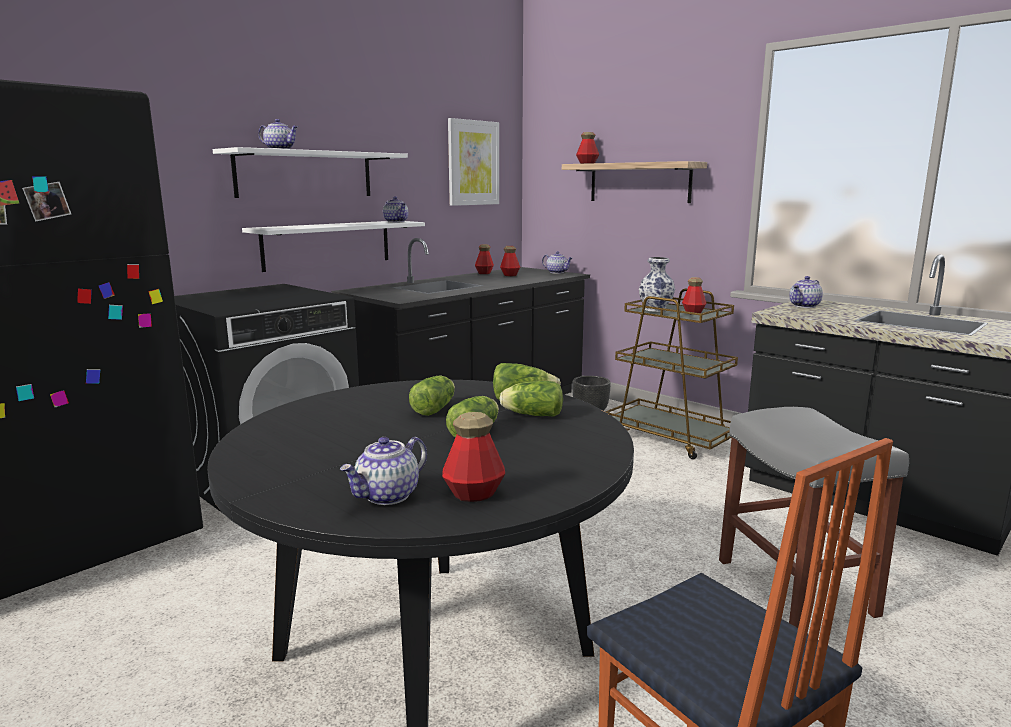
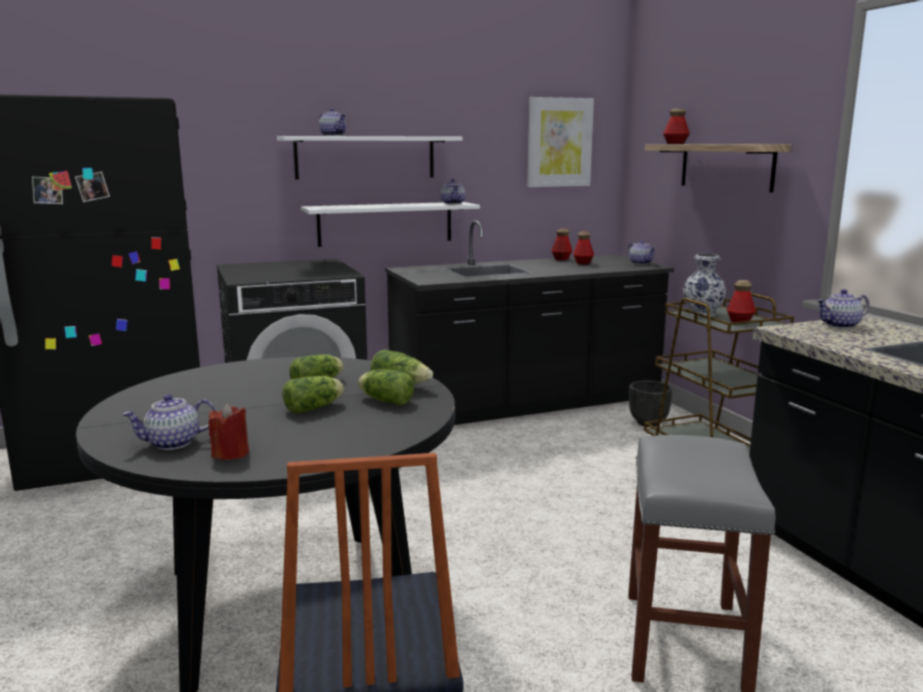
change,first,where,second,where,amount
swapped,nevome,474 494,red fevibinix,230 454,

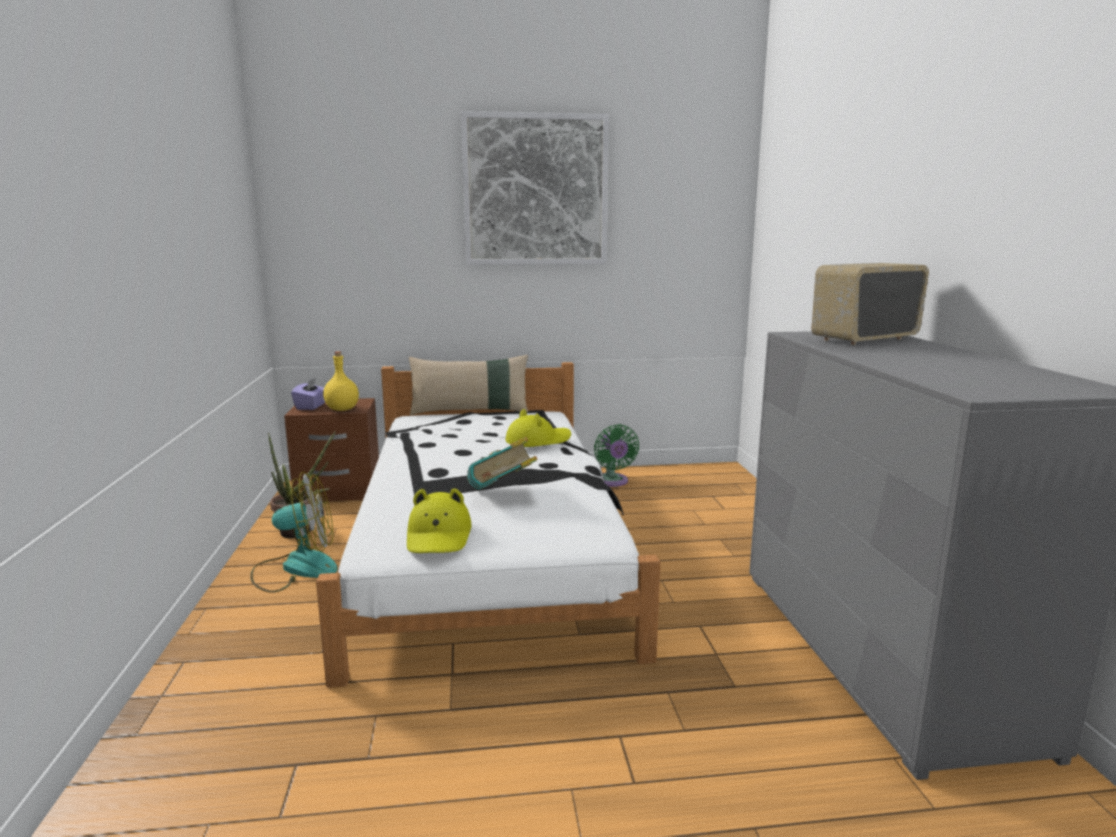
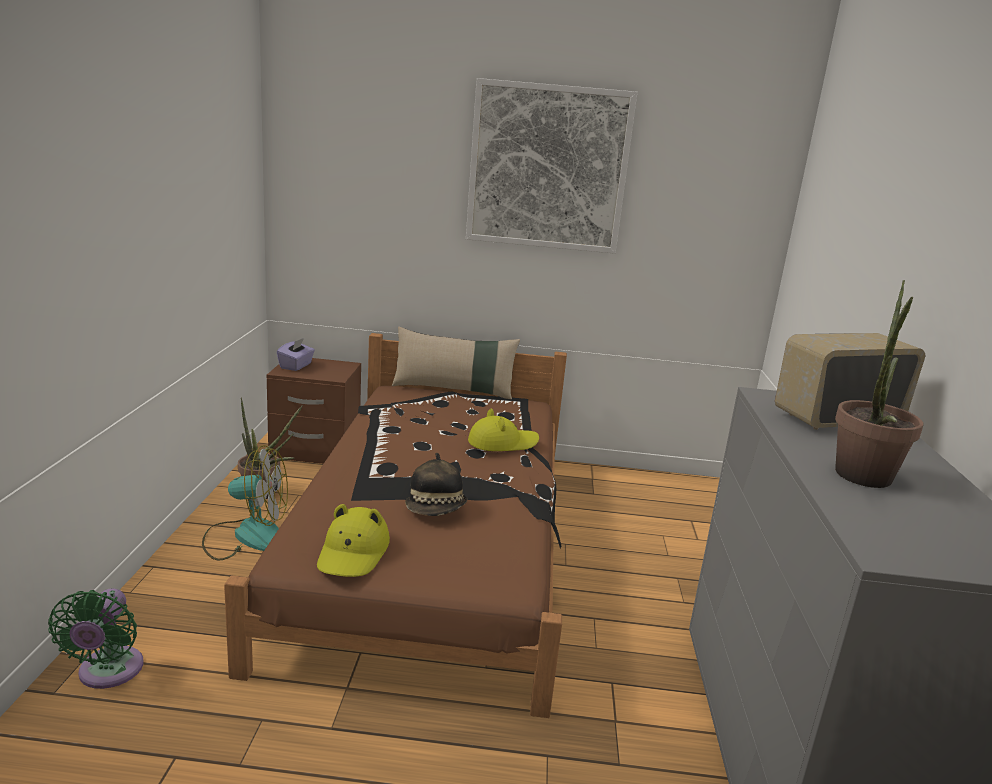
change,first,where,second,where,amount
shifted,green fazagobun,612 482,,108 673,
repainted,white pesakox,486 546,brown pesakox,433 542,
swapped,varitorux,502 495,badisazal,436 510,
new,,,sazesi,861 480,
gone,yellow nevome,343 409,,,

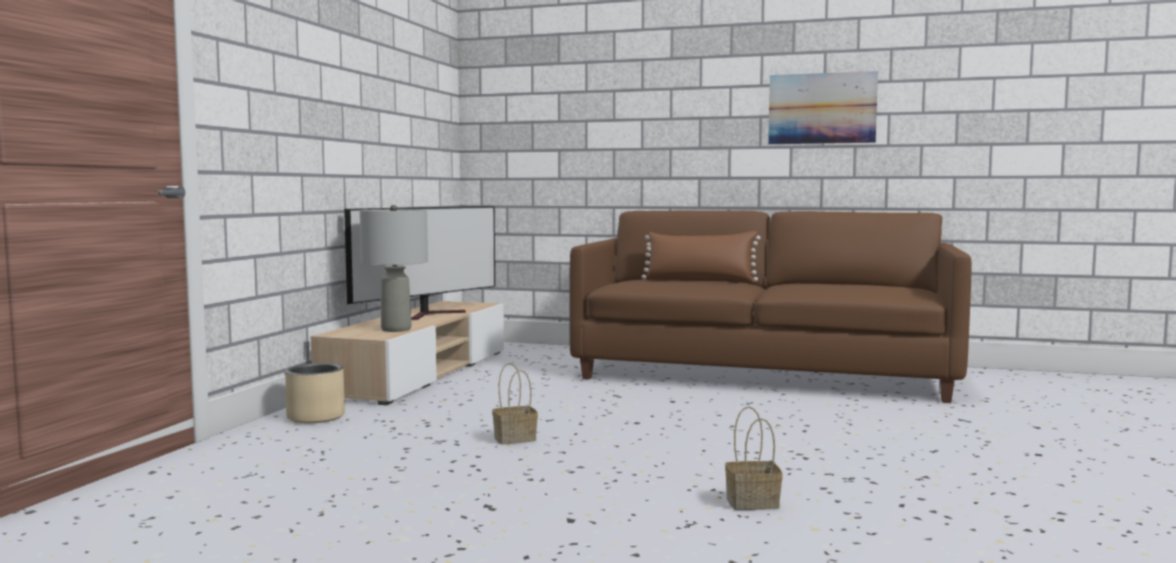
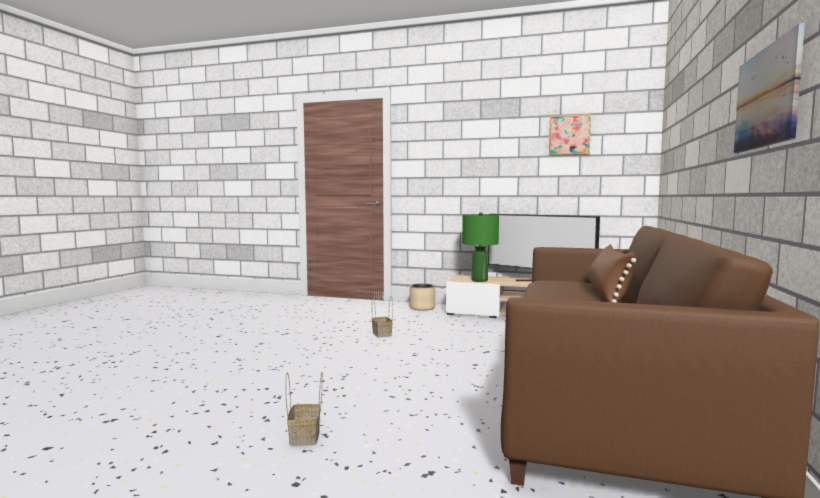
change,first,where,second,where,amount
shifted,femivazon,754 502,,305 437,
repainted,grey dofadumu,396 329,green dofadumu,479 280,
new,,,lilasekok,569 135,

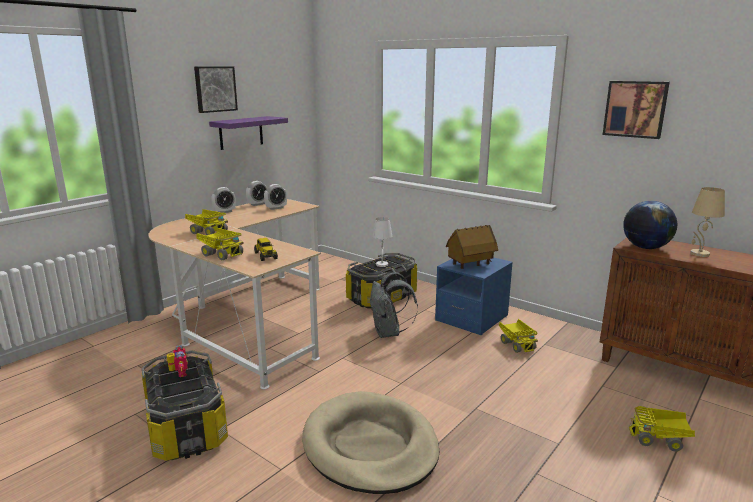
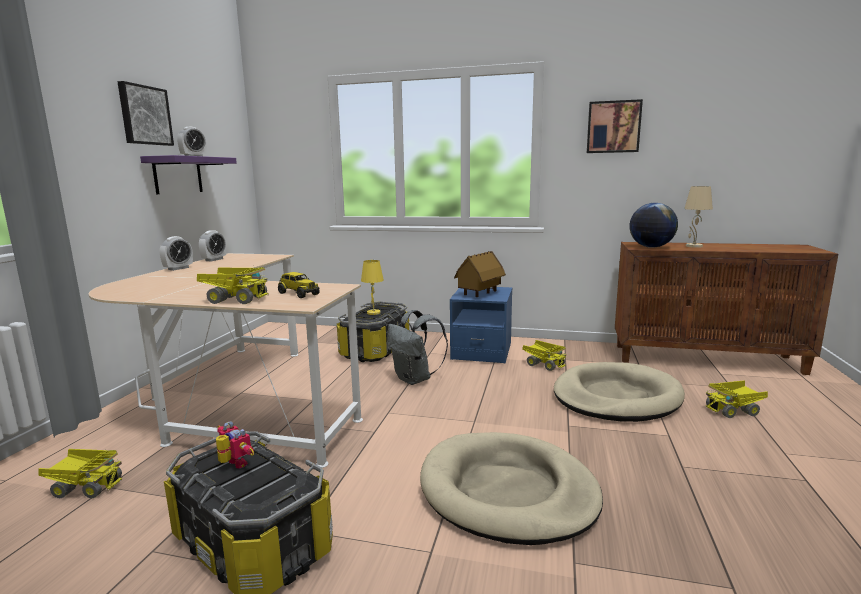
change,first,where,second,where,amount
shifted,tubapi,208 232,,86 486,
shifted,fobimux,276 208,,193 157,
repainted,white dofadumu,381 264,yellow dofadumu,373 313,
new,,,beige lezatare,616 397,

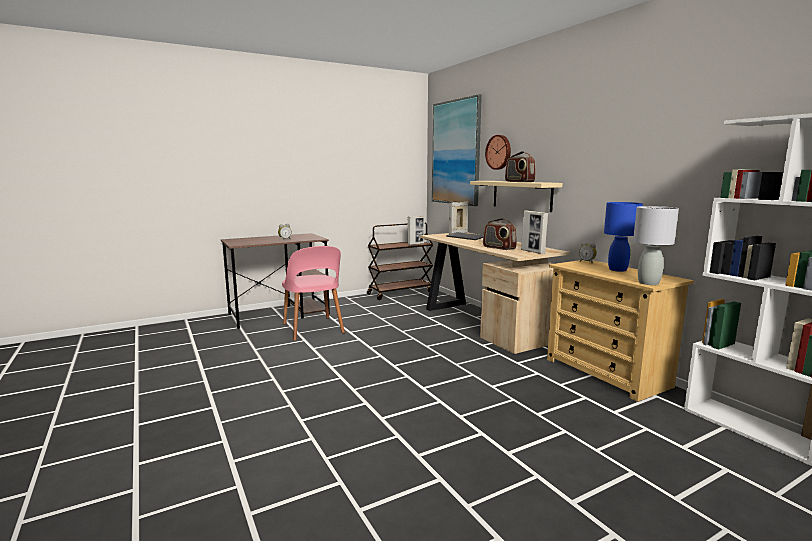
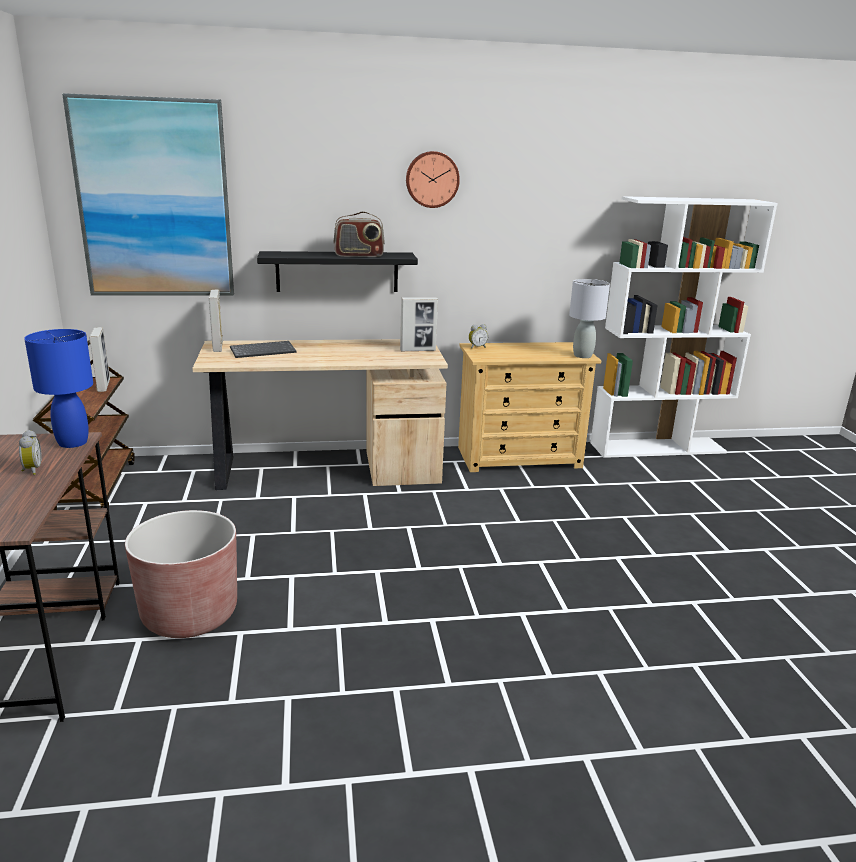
change,first,where,second,where,amount
shifted,blue dofadumu,618 270,,73 443,
swapped,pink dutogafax,313 329,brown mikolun,190 614,
repainted,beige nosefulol,521 195,black nosefulol,337 271,
shifted,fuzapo,499 152,,432 179,
gone,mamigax,499 248,,,

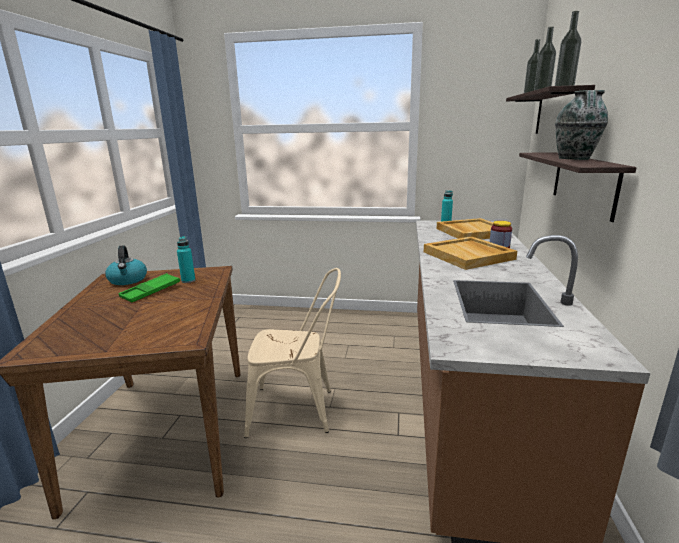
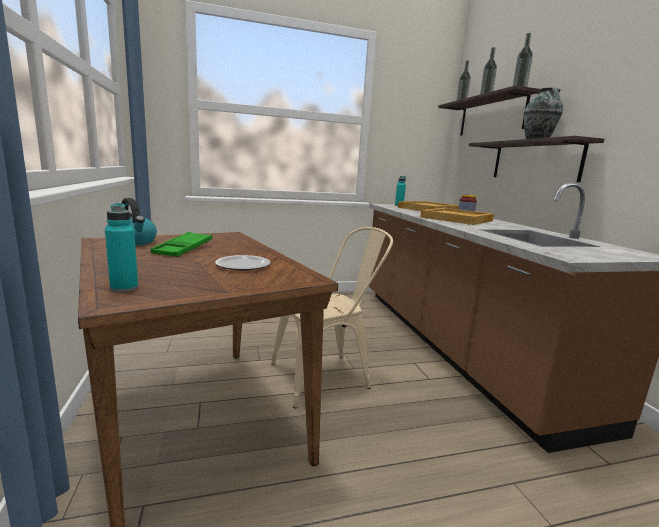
change,first,where,second,where,amount
shifted,turquoise nevome,188 280,,124 288,
new,,,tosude,243 265,

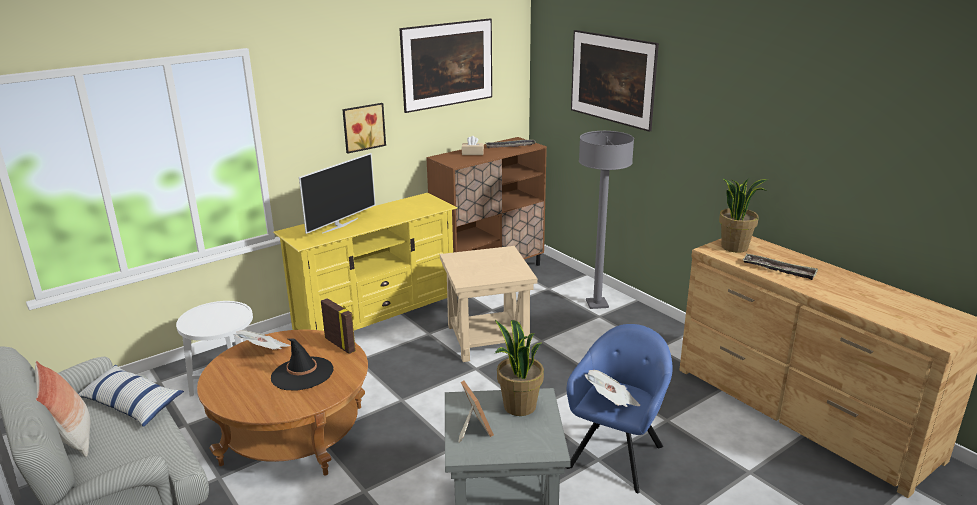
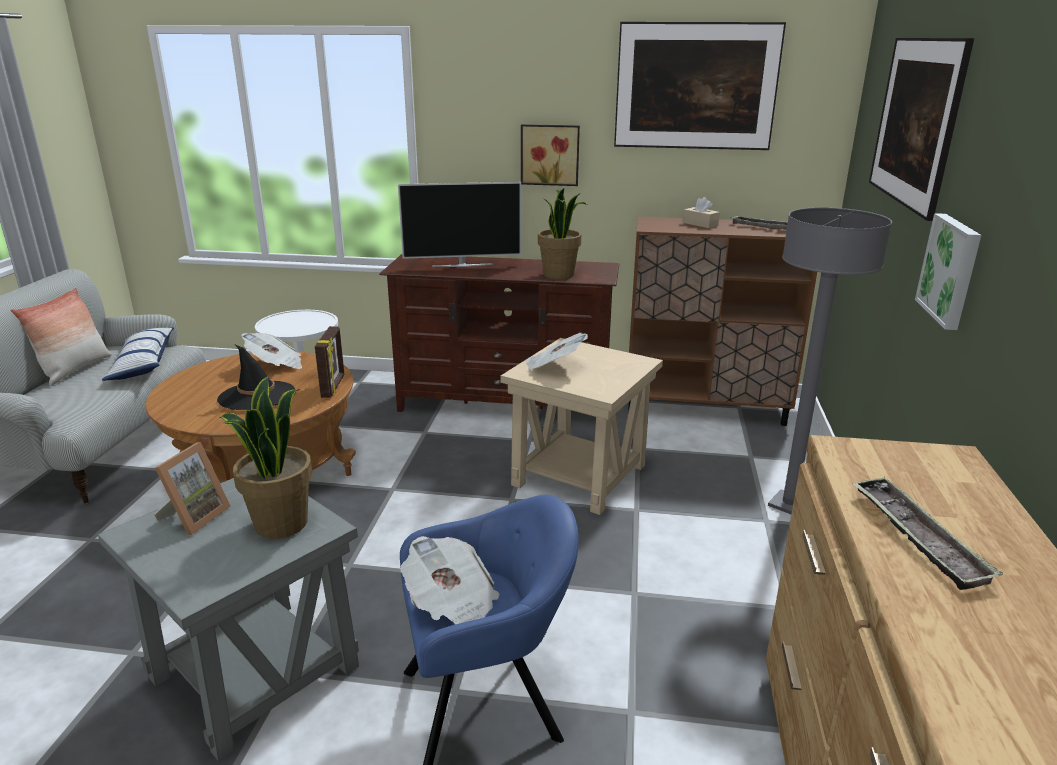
change,first,where,second,where,amount
repainted,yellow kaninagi,377 321,brown kaninagi,504 405,
new,,,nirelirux,554 367,
shifted,sazesi,735 247,,559 275,
new,,,lilasekok,951 270,

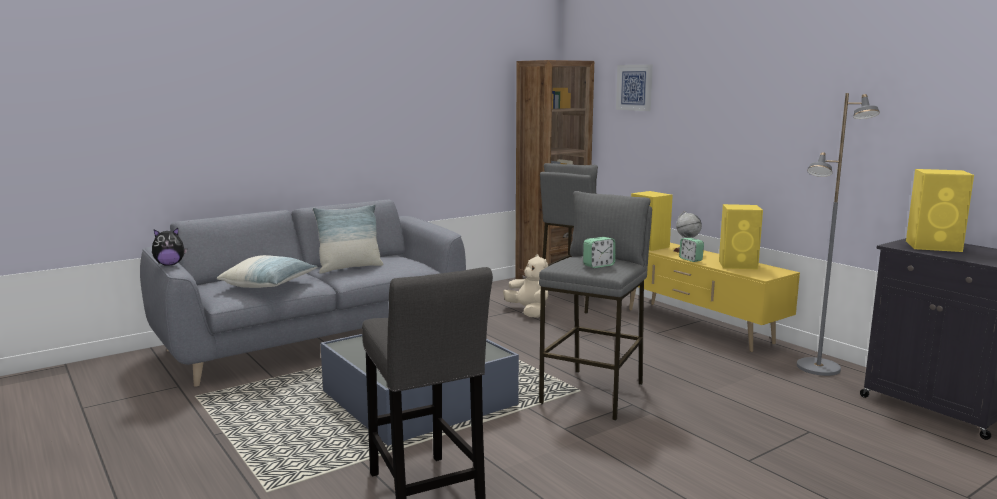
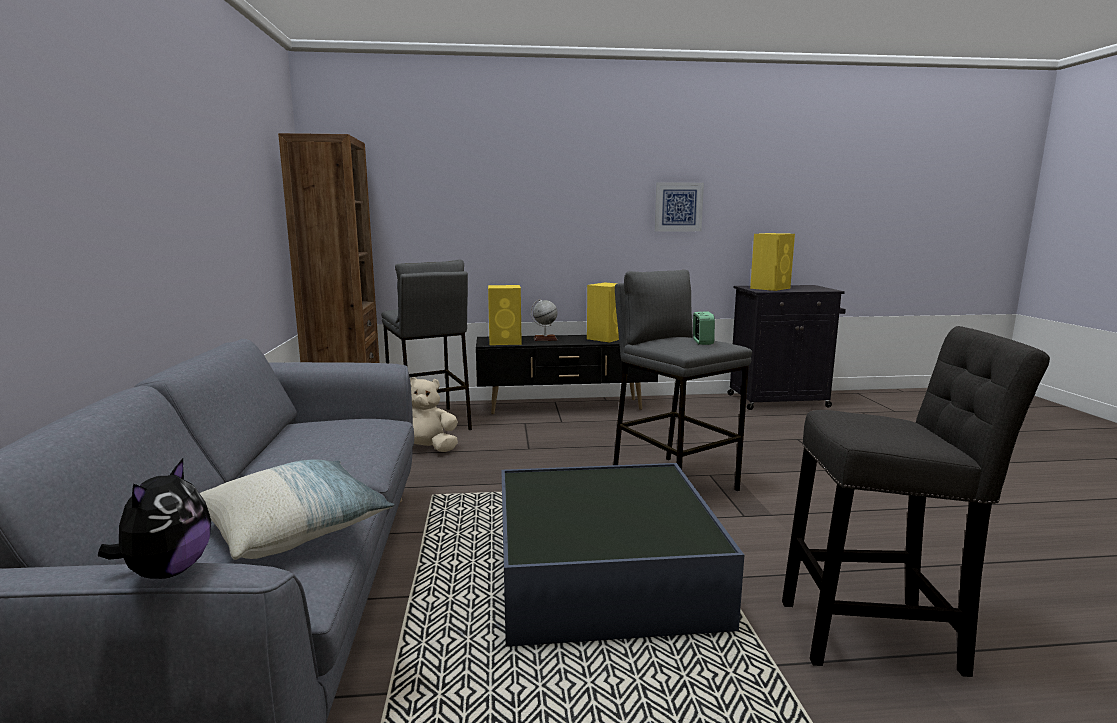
change,first,where,second,where,amount
repainted,yellow kaninagi,696 326,black kaninagi,566 407,
shifted,lilasekok,634 87,,678 207,
gone,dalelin,350 268,,,
gone,fobimux,690 259,,,
gone,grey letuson,818 368,,,

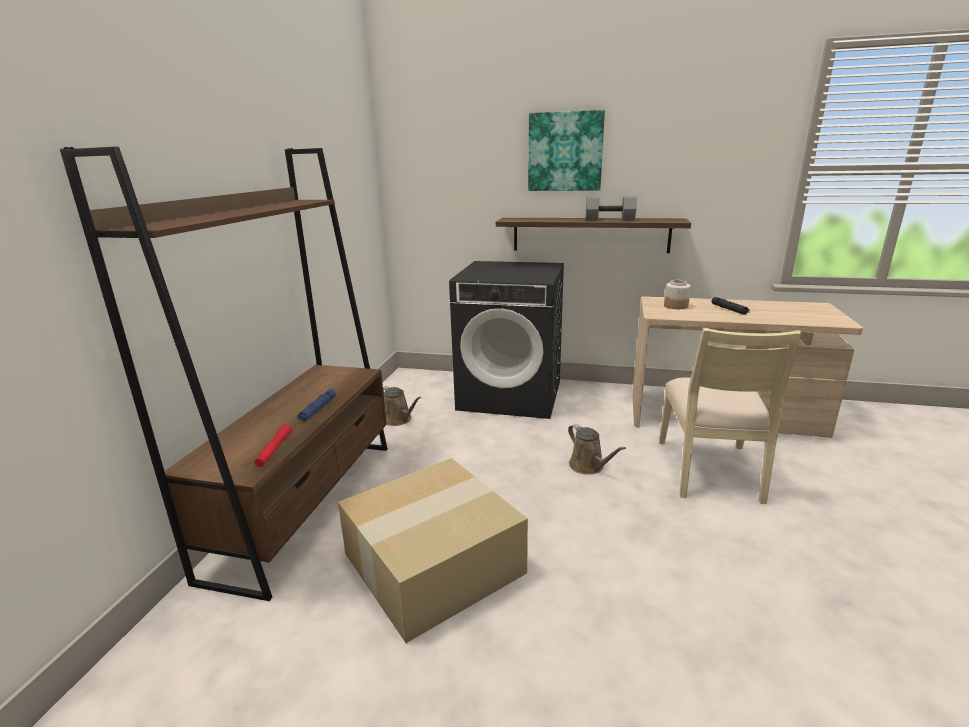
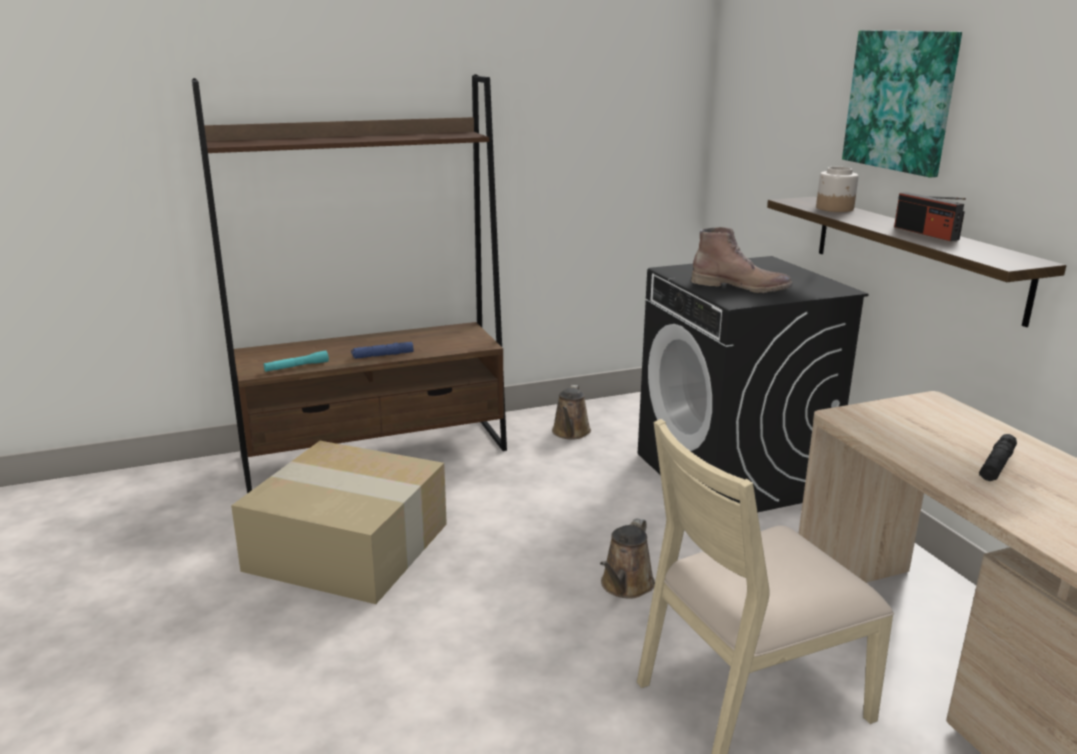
change,first,where,second,where,amount
repainted,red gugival,274 450,turquoise gugival,296 367,
new,,,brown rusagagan,741 287,
shifted,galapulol,676 306,,835 208,
swapped,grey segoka,610 219,mamigax,925 233,

